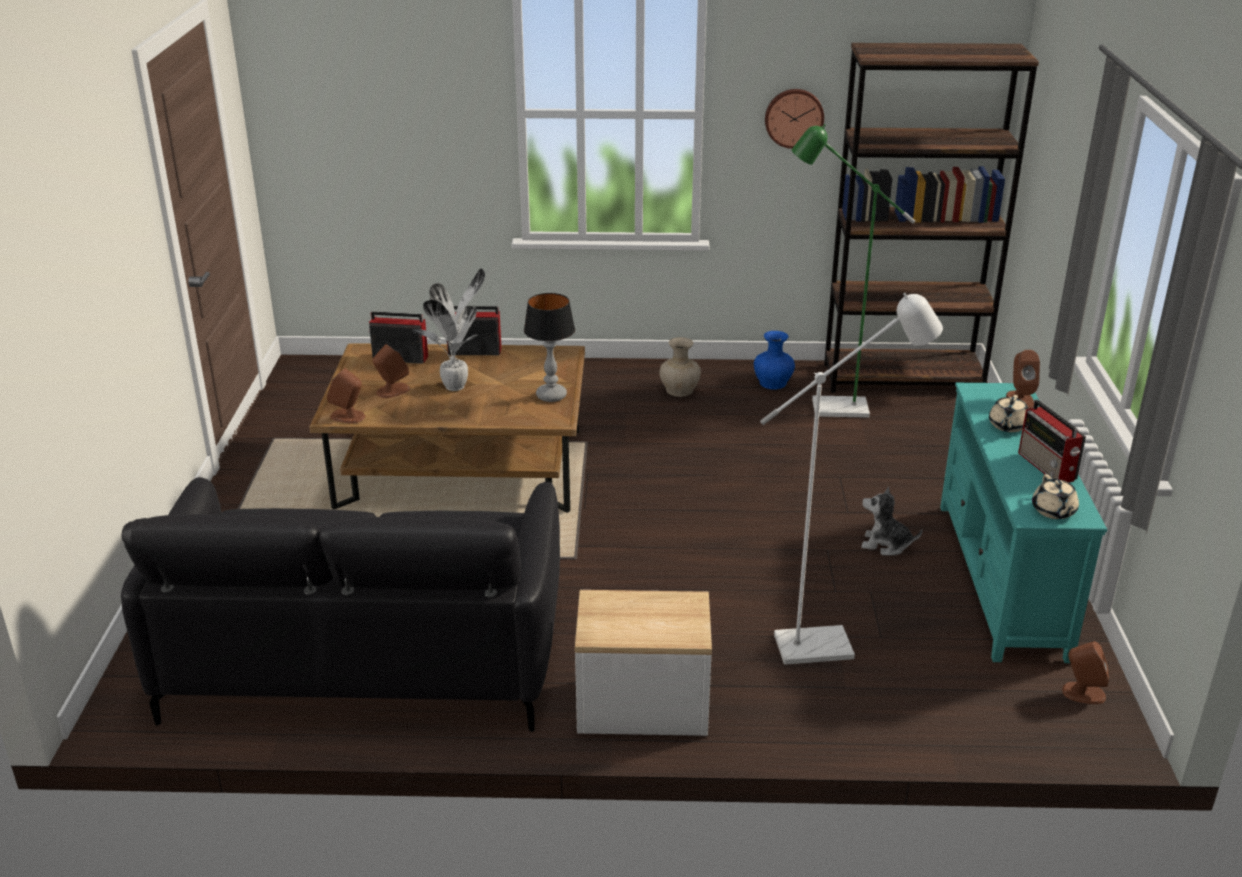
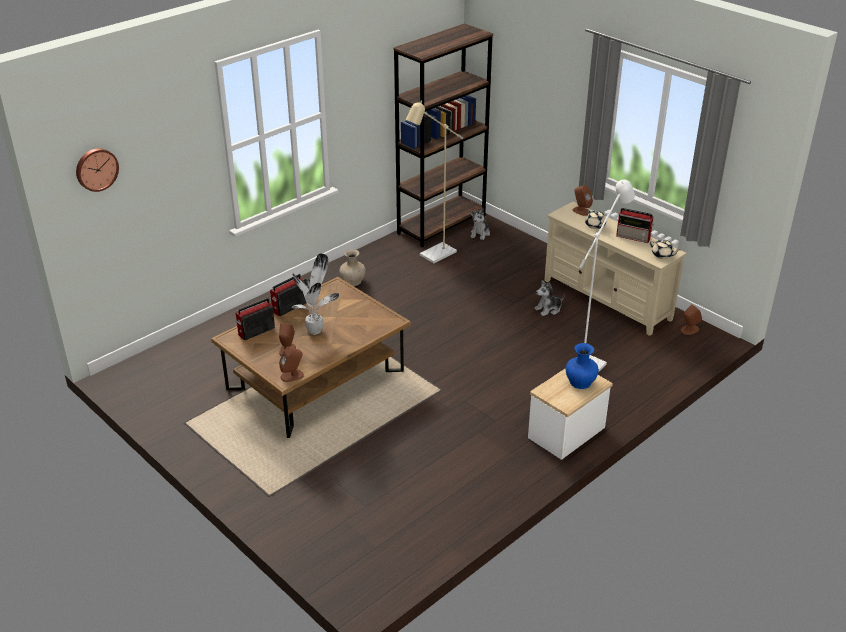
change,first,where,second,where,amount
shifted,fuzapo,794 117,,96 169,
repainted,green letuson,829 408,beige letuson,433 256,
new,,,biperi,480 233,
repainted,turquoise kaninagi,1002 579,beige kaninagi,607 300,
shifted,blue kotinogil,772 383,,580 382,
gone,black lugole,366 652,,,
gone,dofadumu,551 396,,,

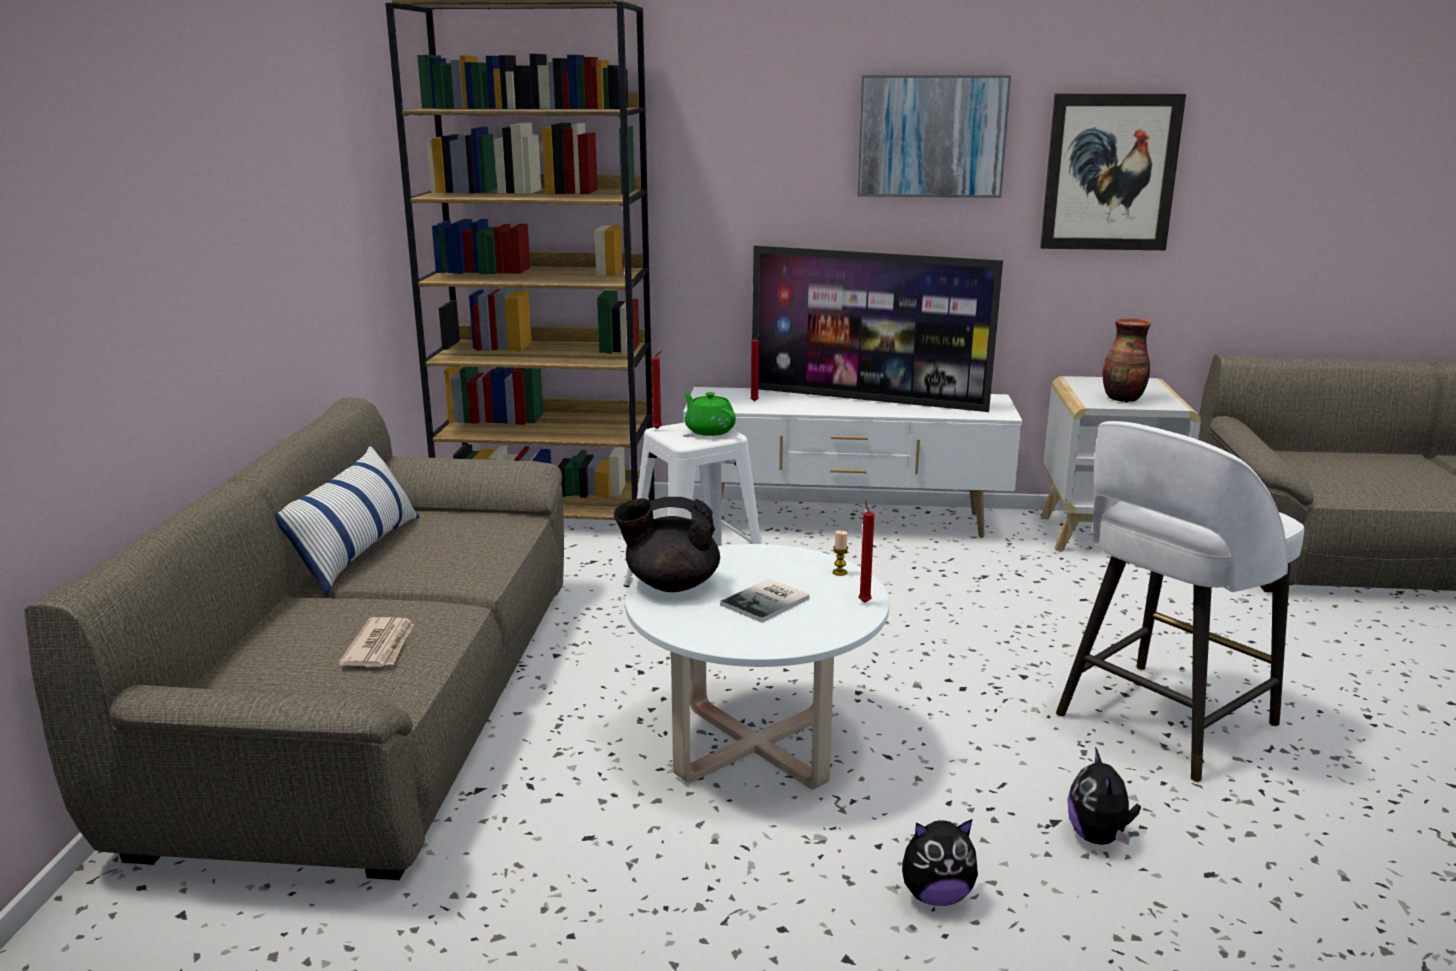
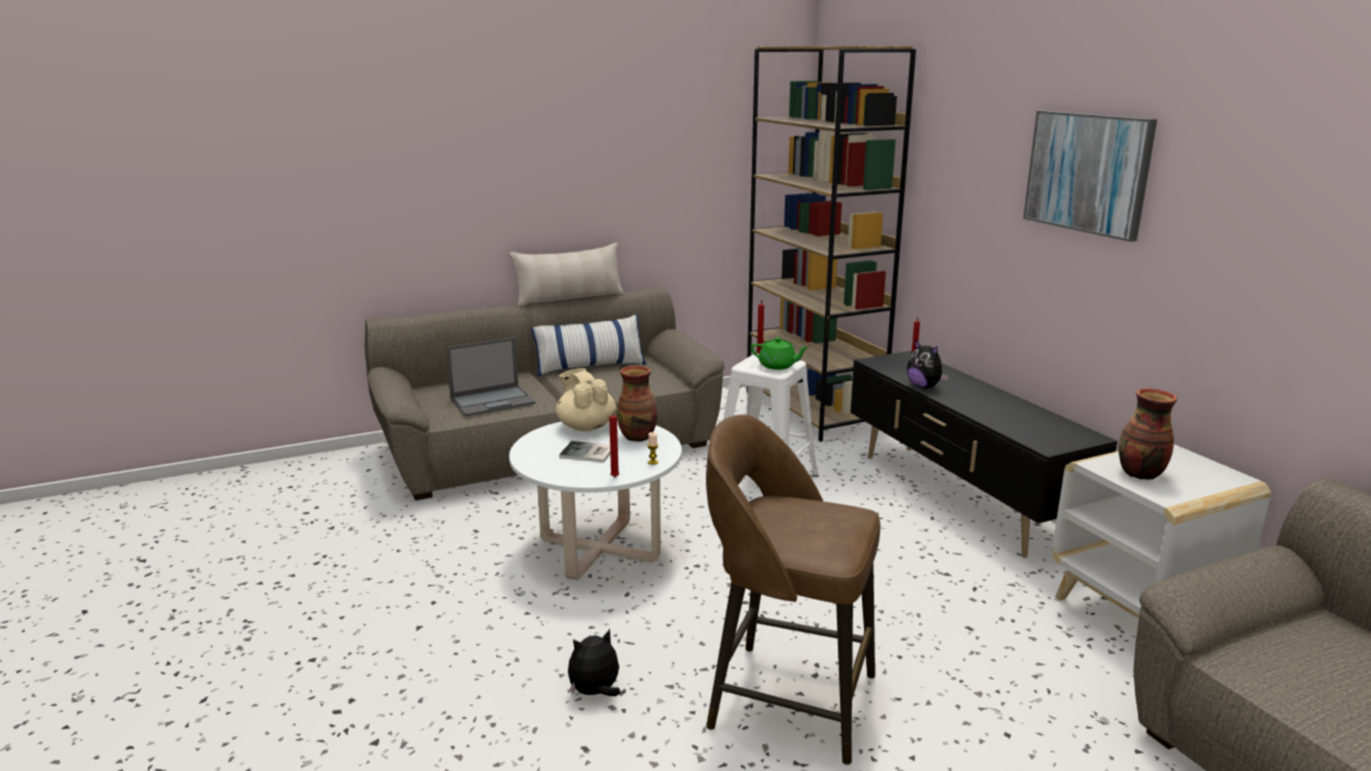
change,first,where,second,where,amount
swapped,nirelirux,381 646,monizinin,493 401,
new,,,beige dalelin,569 298,
repainted,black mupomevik,670 584,beige mupomevik,586 426,
new,,,kotinogil,638 437,
repainted,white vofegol,1161 721,brown vofegol,787 699,
rotated,green mupomevik,709 430,,778 366,90 degrees clockwise
repainted,white kaninagi,846 522,black kaninagi,958 498,
shifted,biperi,936 896,,924 387,
gone,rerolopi,868 399,,,
gone,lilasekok,1110 172,,,

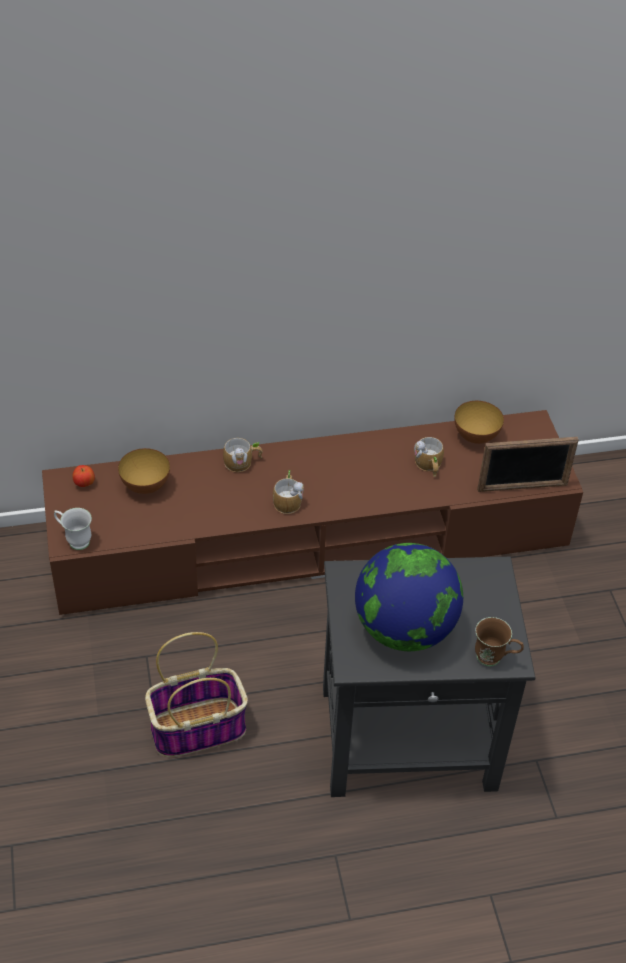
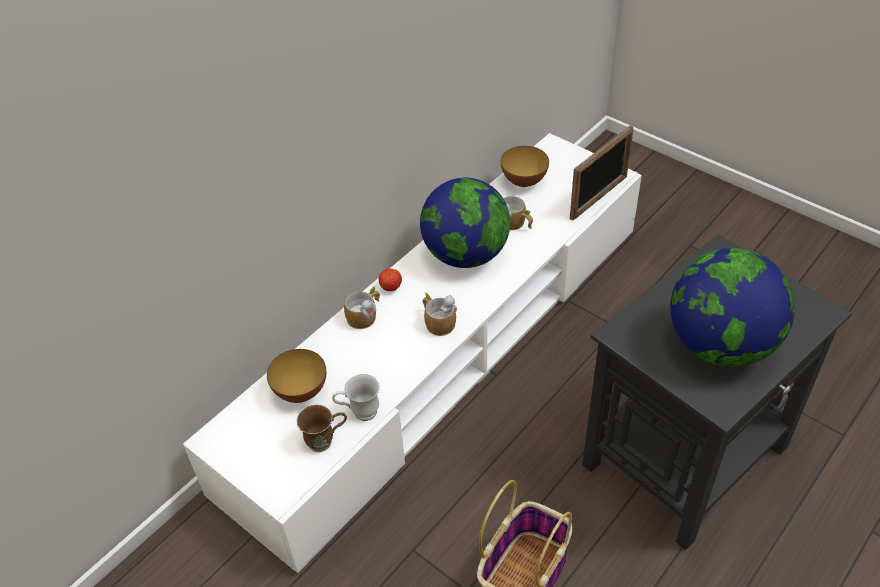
change,first,where,second,where,amount
repainted,brown kaninagi,311 538,white kaninagi,444 351,
shifted,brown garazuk,494 659,,326 441,
shifted,white garazuk,74 540,,359 413,
shifted,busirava,84 484,,391 288,
new,,,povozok,465 255,

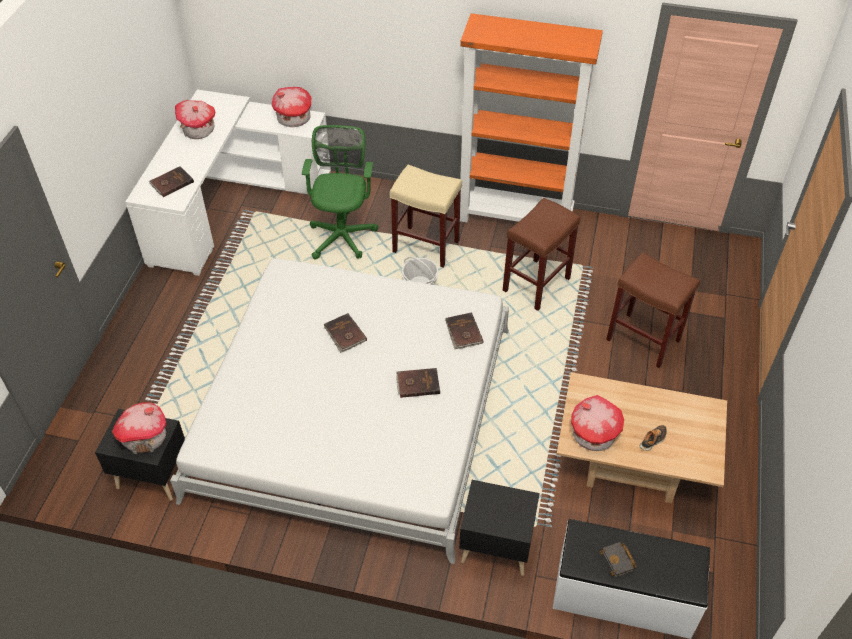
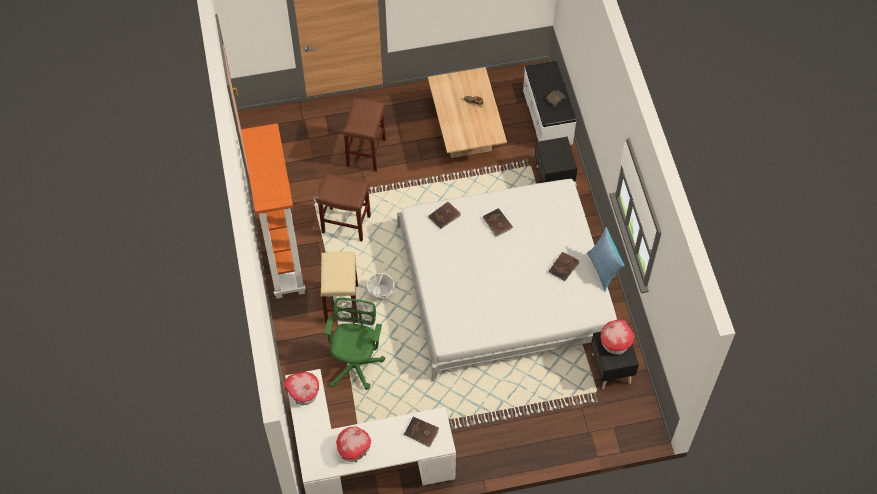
change,first,where,second,where,amount
rotated,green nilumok,342 234,,355 363,120 degrees clockwise
shifted,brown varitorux,345 334,,564 267,
new,,,dalelin,603 270,
gone,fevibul,592 435,,,

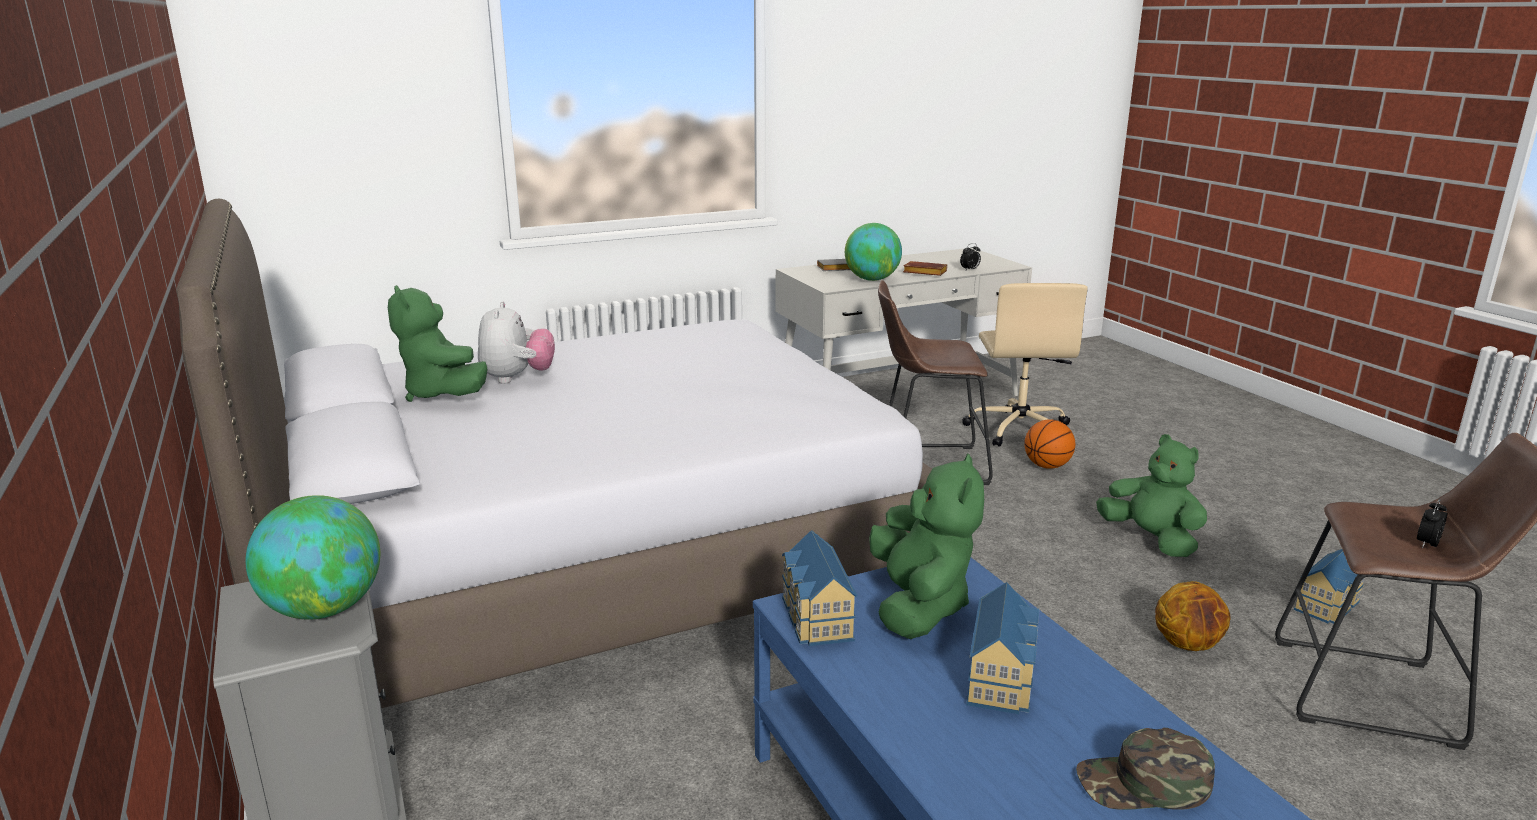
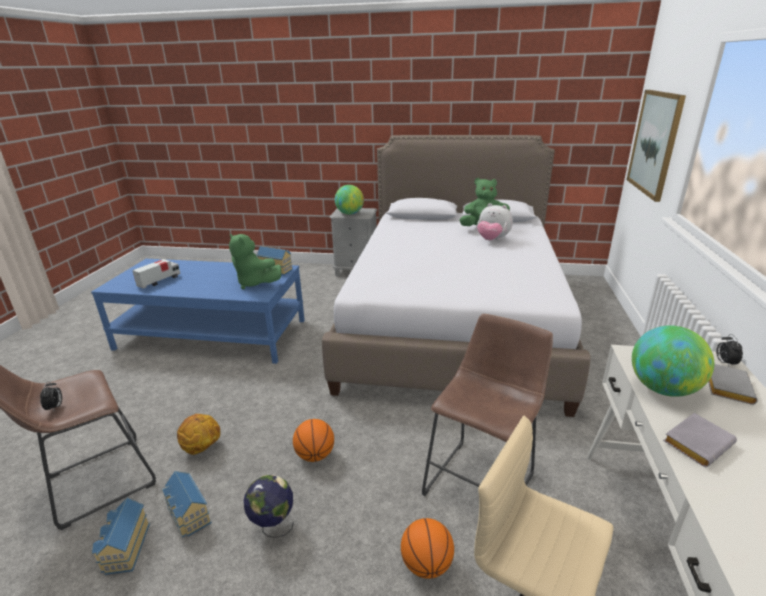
change,first,where,second,where,amount
swapped,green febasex,1144 784,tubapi,159 281,
shifted,fevibul,1003 678,,188 515,
swapped,green biperi,1151 539,povozok,273 525,
new,,,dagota,315 455,
new,,,lilasekok,654 143,
repainted,brown varitorux,923 273,grey varitorux,696 442,
shifted,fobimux,970 270,,724 363,

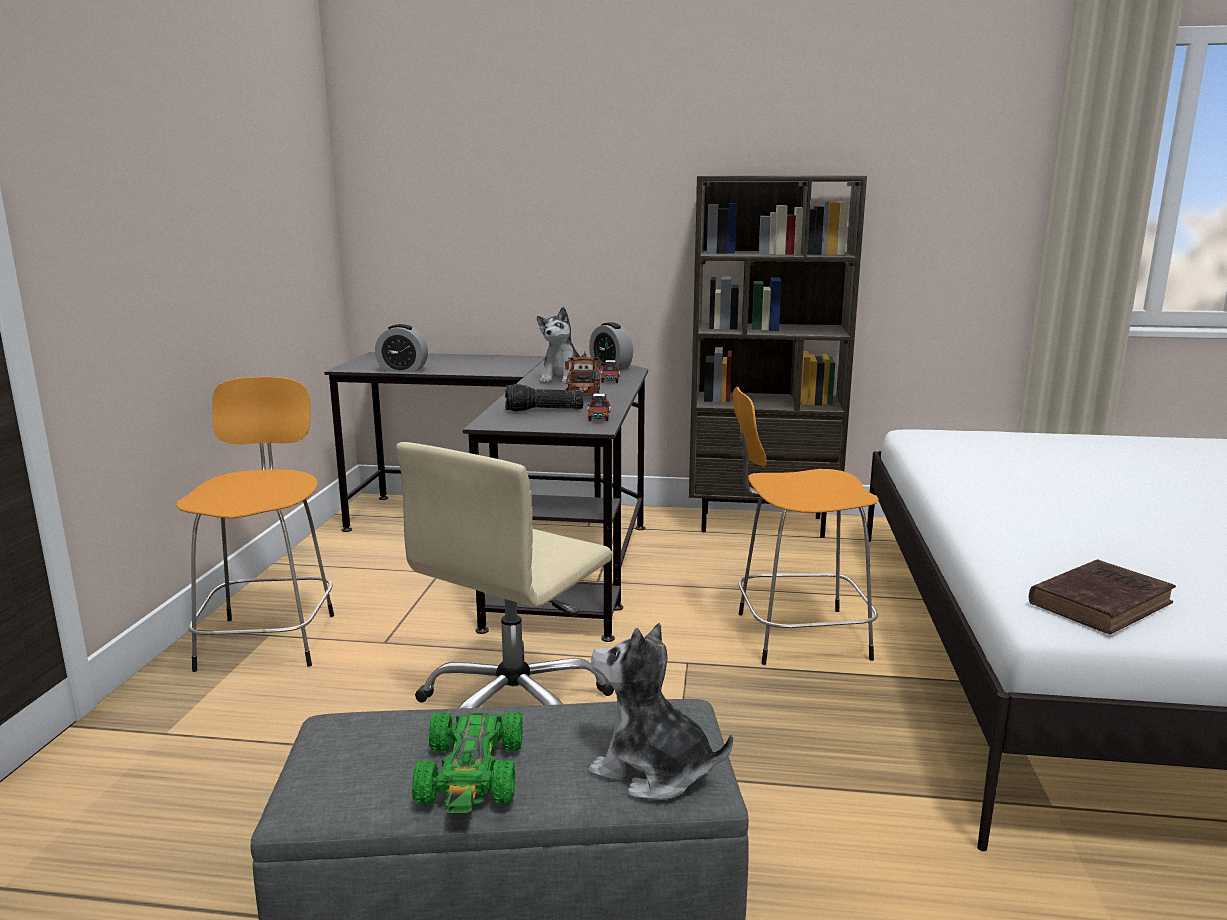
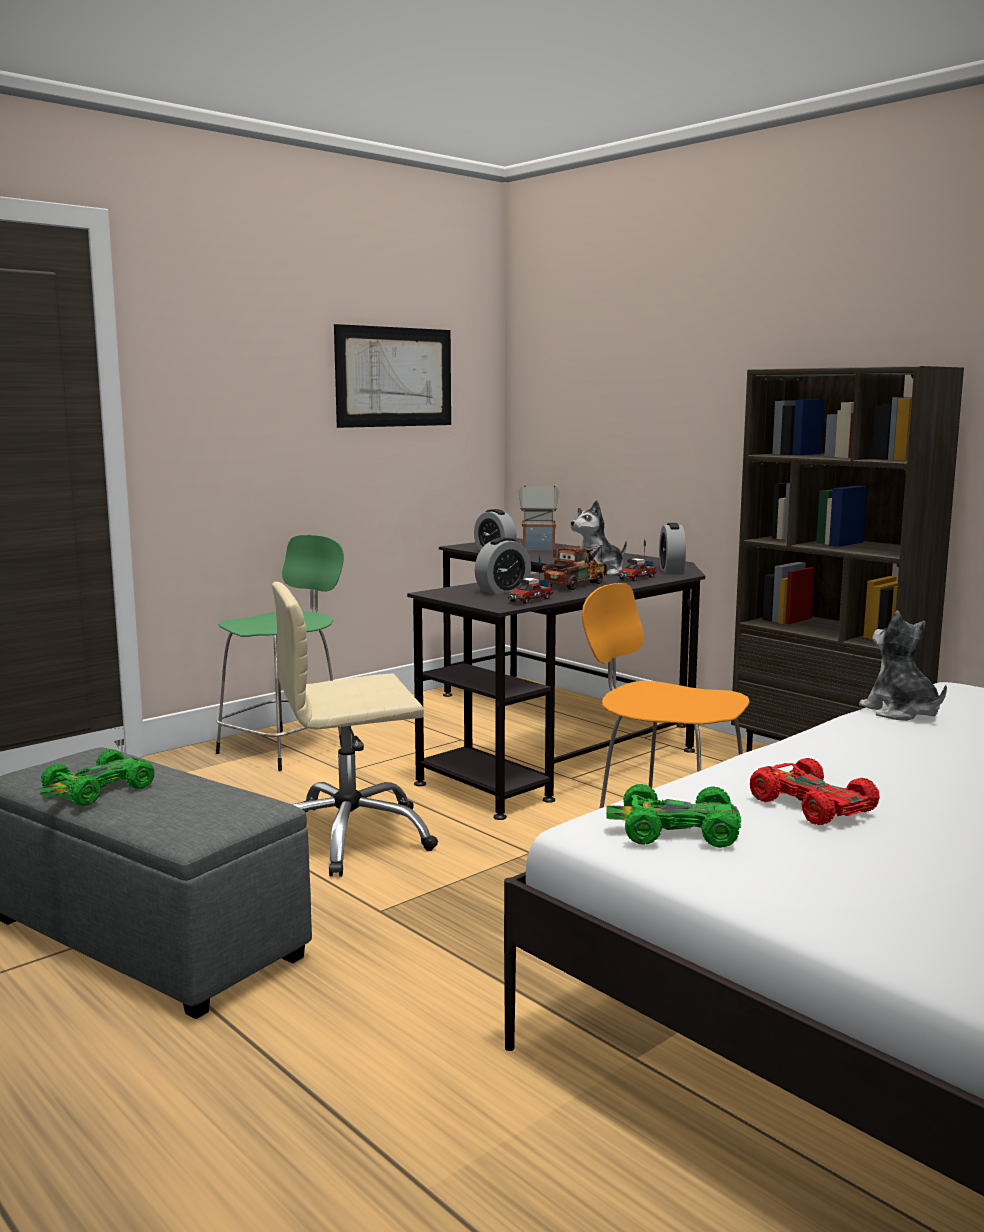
change,first,where,second,where,amount
repainted,orange vofegol,269 639,green vofegol,284 748,
new,,,lilasekok,394 377,
swapped,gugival,543 410,fobimux,503 590,
new,,,fevibul,537 547,
swapped,brown varitorux,1102 602,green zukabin,676 831,
new,,,red zukabin,809 805,
shifted,biperi,652 770,,901 712,

